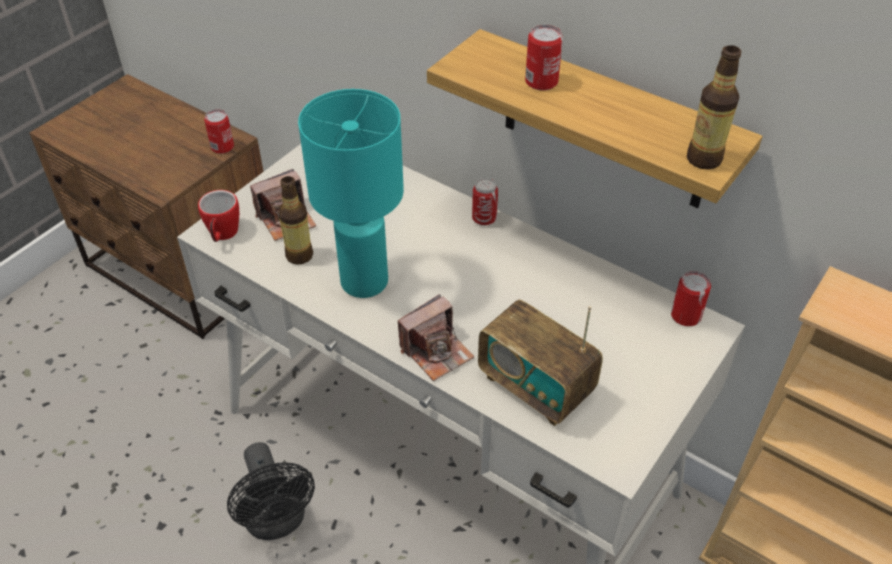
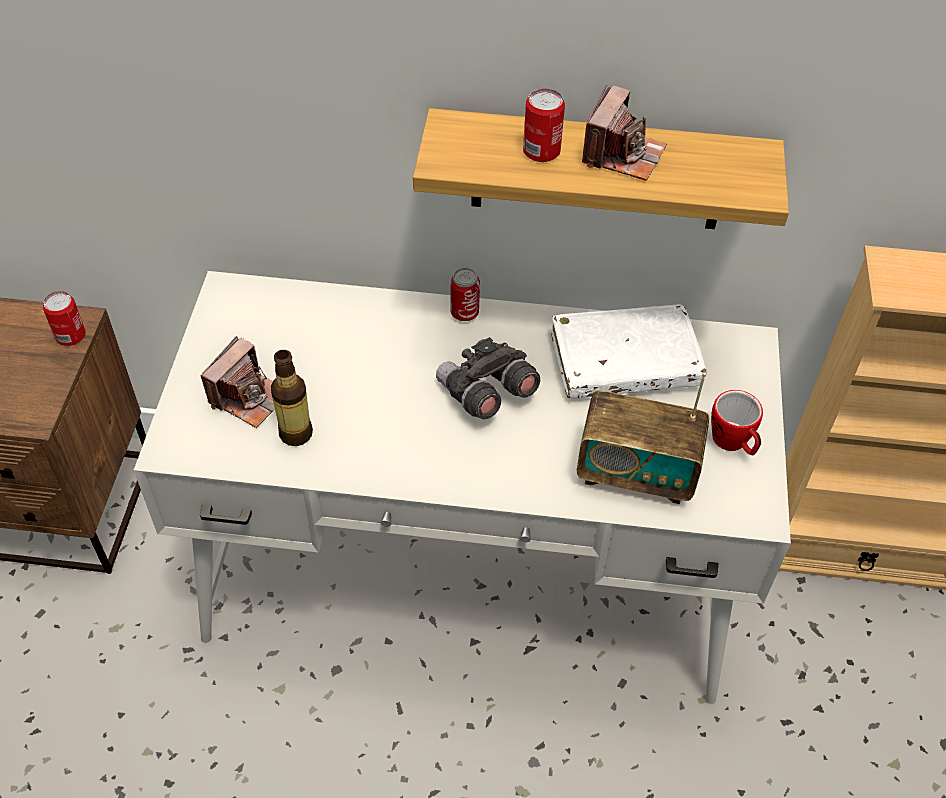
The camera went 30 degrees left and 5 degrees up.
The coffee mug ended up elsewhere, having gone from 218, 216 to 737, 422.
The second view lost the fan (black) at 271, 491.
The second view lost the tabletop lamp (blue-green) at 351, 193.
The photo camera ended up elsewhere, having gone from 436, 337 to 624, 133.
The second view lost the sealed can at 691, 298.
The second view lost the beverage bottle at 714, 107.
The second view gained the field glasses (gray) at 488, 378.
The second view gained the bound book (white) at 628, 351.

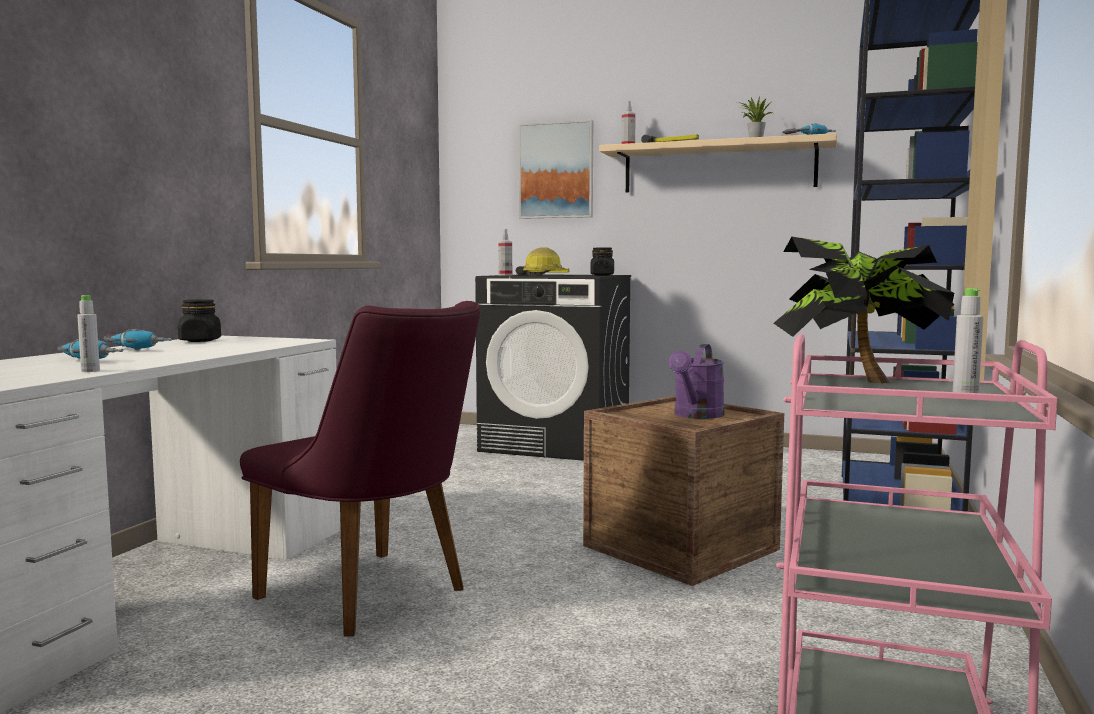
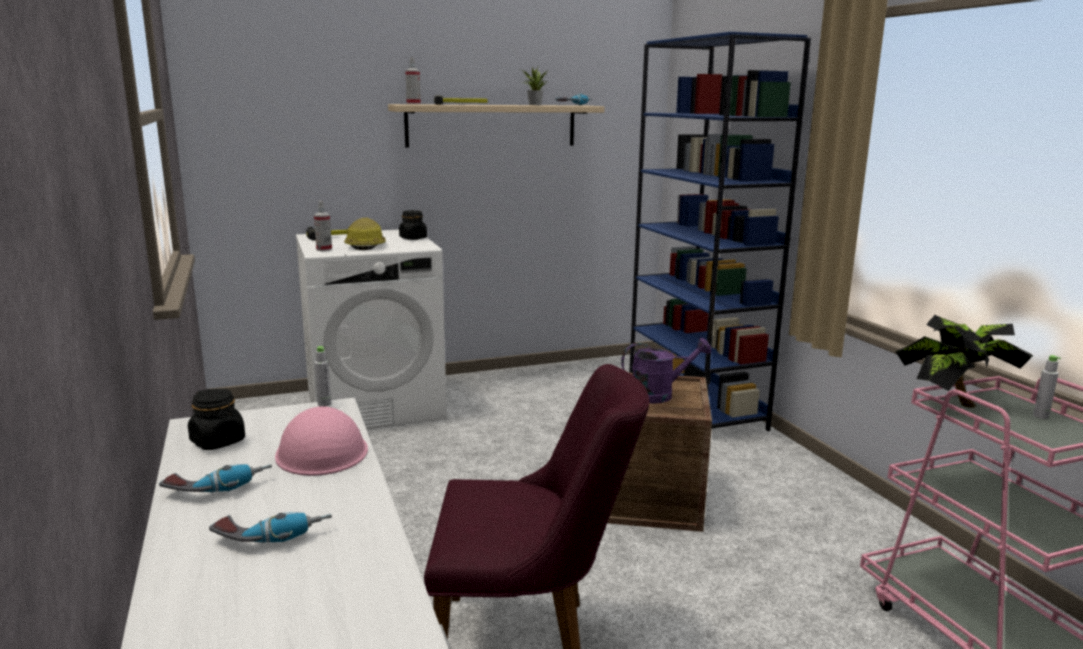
The camera went 40 degrees left and 10 degrees up.
The beverage bottle (gray) ended up elsewhere, having gone from 88, 333 to 323, 376.
What was the washing machine (black) at 553, 367 turned into the washing machine (white) at 371, 329.
The second view lost the wall picture at 556, 169.
The watering pot (purplish) at 696, 381 ended up facing another way, 90 degrees counterclockwise from before.
The second view gained the safety helmet (pinkish) at 321, 441.

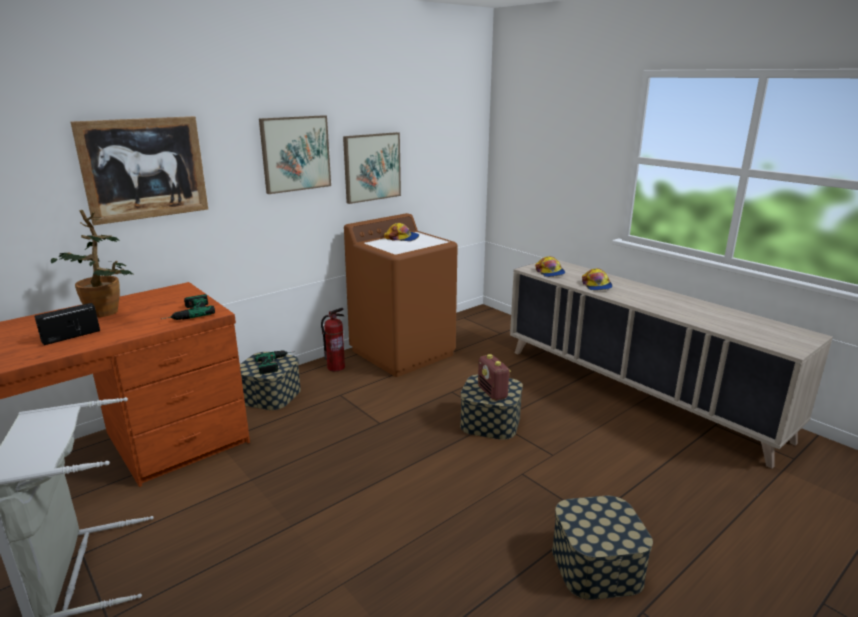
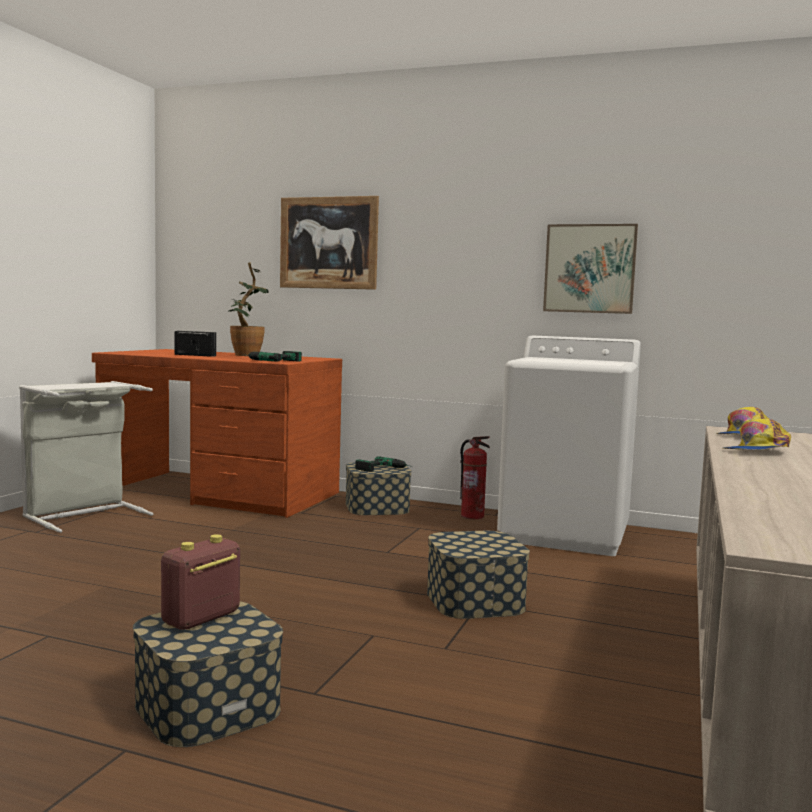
The camera went 60 degrees right and 15 degrees down.
The second view lost the wall picture at 295, 154.
What was the washing machine (brown) at 401, 295 turned into the washing machine (white) at 569, 446.
The second view lost the peaked cap at 401, 232.
The radio ended up elsewhere, having gone from 494, 377 to 200, 582.

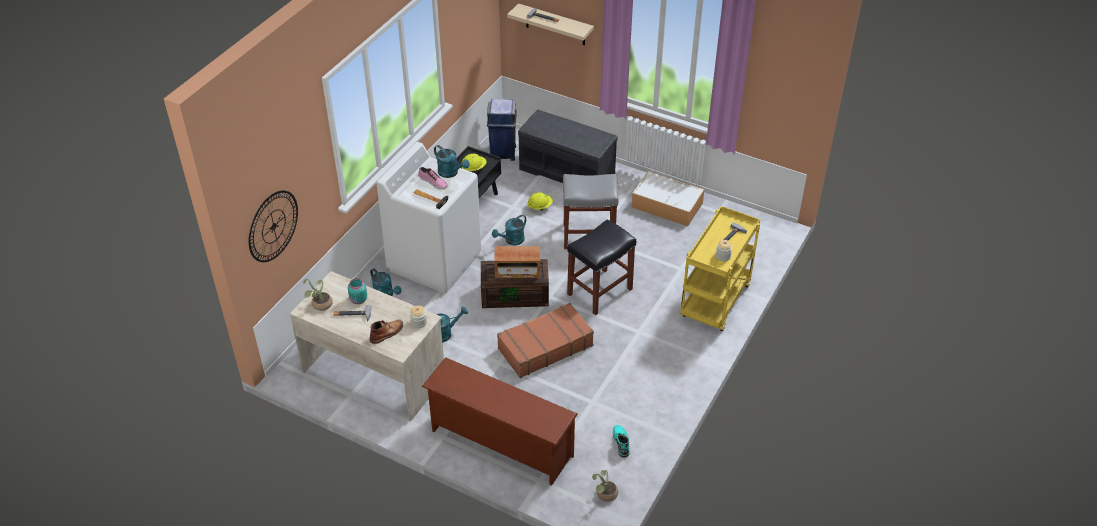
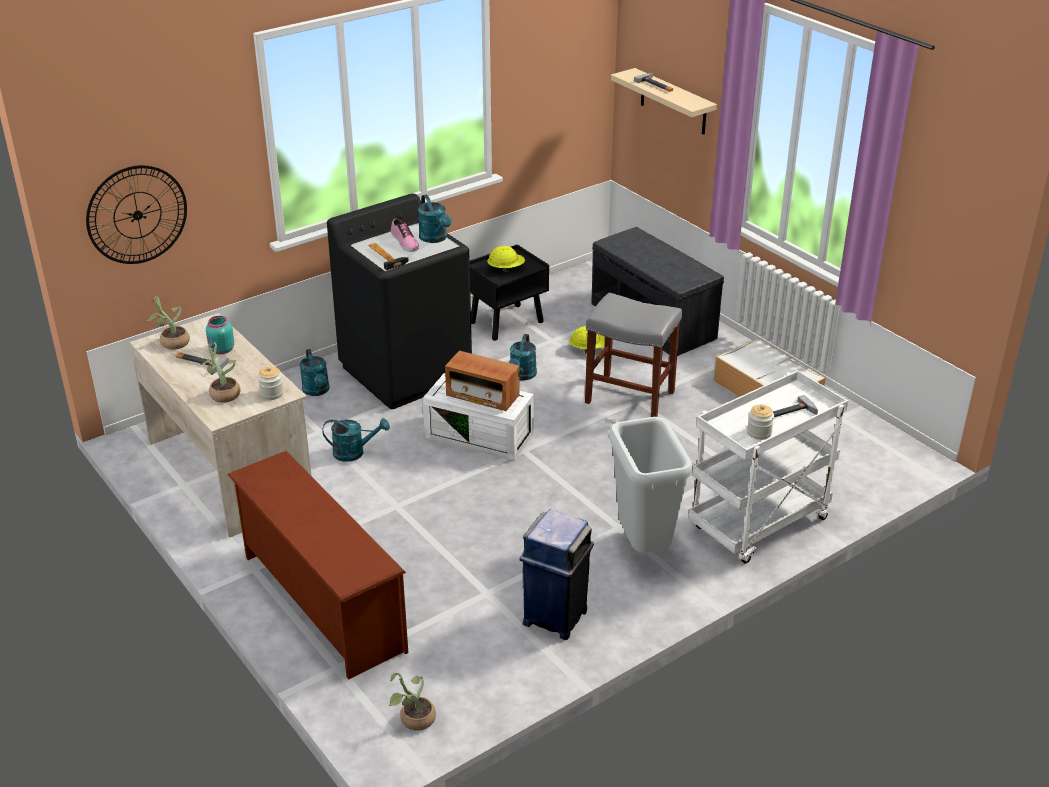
The camera went 25 degrees right and 10 degrees down.
Where the high-top boot (brown) stood at 386, 332, the plant in a pot came to stand at 220, 372.
What was the washing machine (white) at 429, 217 turned into the washing machine (black) at 399, 301.
What was the storage box (brown) at 515, 283 turned into the storage box (white) at 478, 417.
The waste bin (bluish) ended up elsewhere, having gone from 502, 130 to 557, 574.
The watering pot (blue-green) at 509, 230 ended up facing another way, 60 degrees counterclockwise from before.
The second view lost the piece of luggage (brown) at 545, 340.
The second view lost the stool seat (black) at 601, 267.
The second view lost the high-top boot (blue-green) at 621, 441.
What was the wheeled cart (yellow-coloured) at 720, 268 turned into the wheeled cart (white) at 768, 467.
The second view gained the waste bin (gray) at 650, 485.

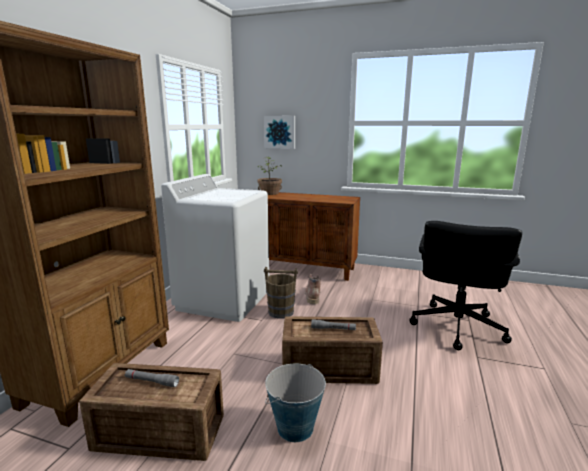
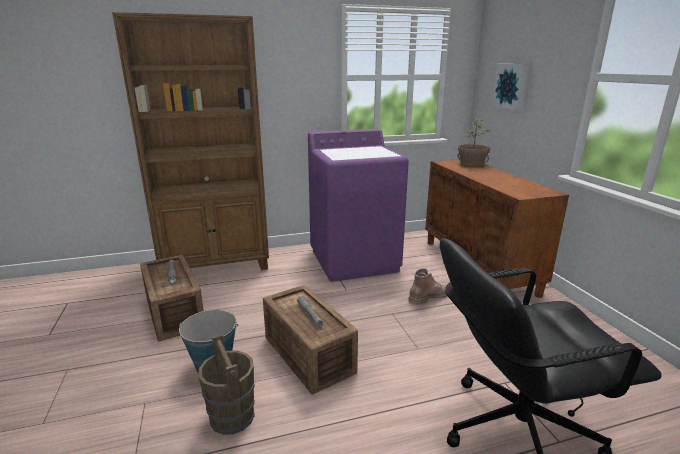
The camera went 55 degrees right and 5 degrees up.
What was the washing machine (white) at 215, 248 turned into the washing machine (purplish) at 358, 205.
The pail (brown) ended up elsewhere, having gone from 281, 293 to 226, 384.

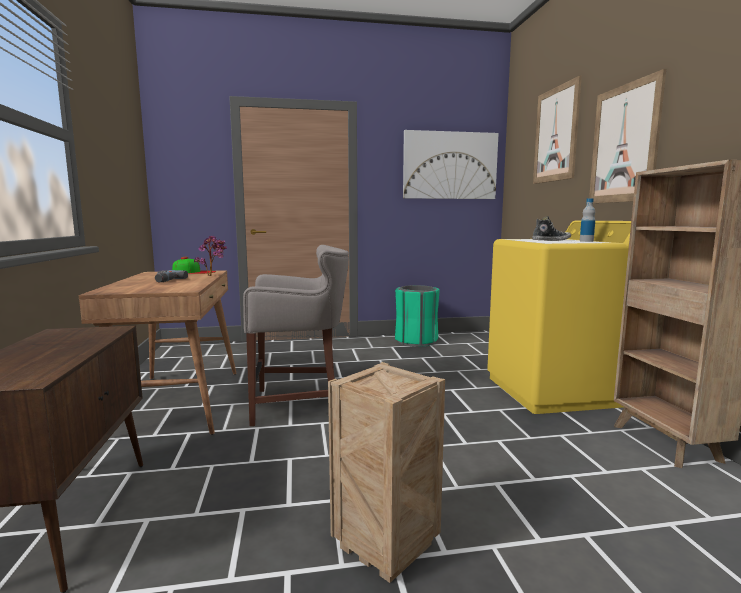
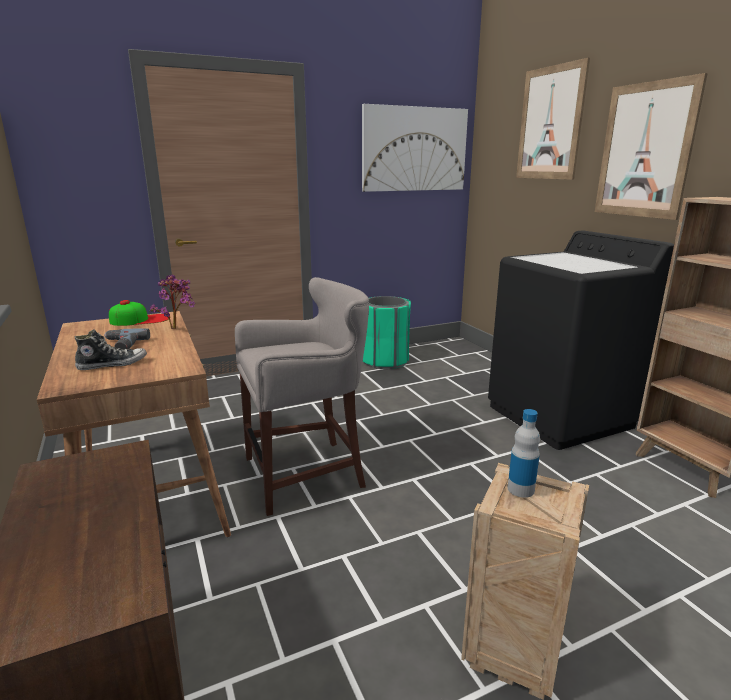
The camera went 15 degrees left and 10 degrees up.
What was the washing machine (yellow-coloured) at 559, 317 turned into the washing machine (black) at 581, 340.
The shoe ended up elsewhere, having gone from 551, 228 to 111, 349.
The beverage bottle ended up elsewhere, having gone from 587, 220 to 524, 453.

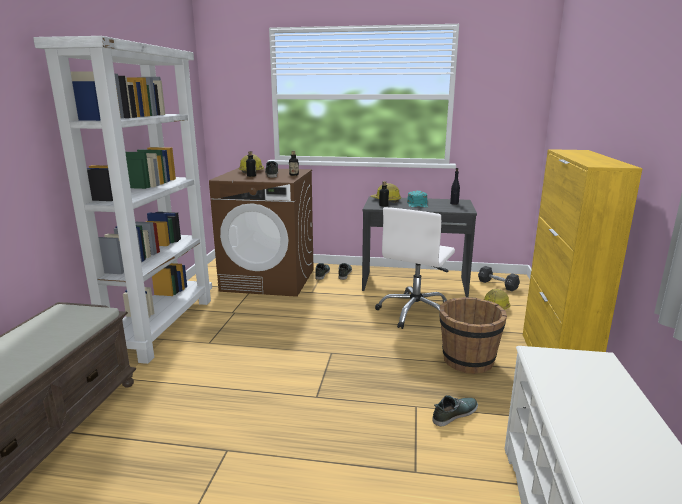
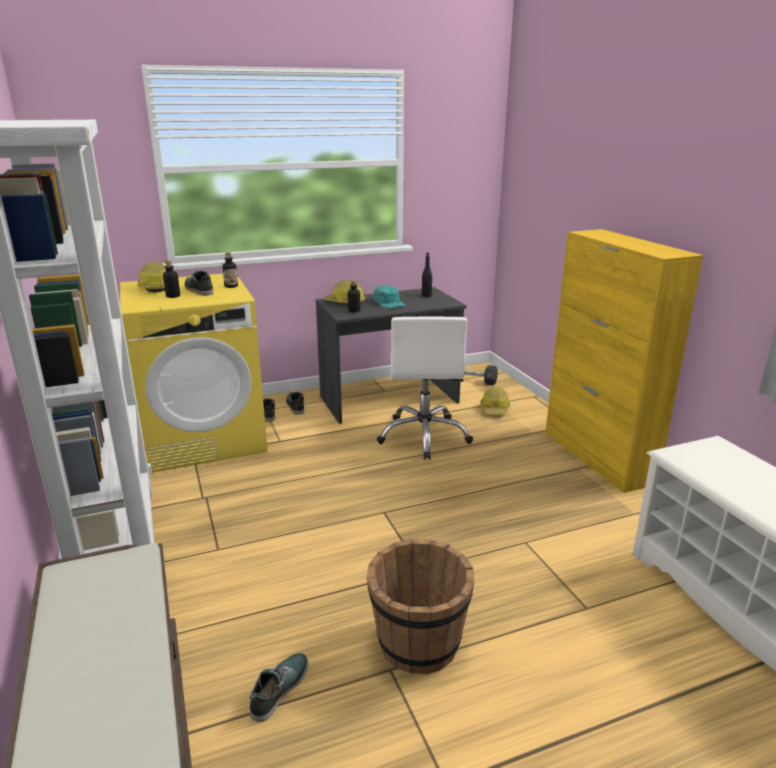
The camera went 30 degrees left and 5 degrees up.
What was the washing machine (brown) at 261, 232 turned into the washing machine (yellow-coloured) at 194, 373.
The shoe ended up elsewhere, having gone from 455, 410 to 279, 687.
The pail (brown) ended up elsewhere, having gone from 473, 335 to 420, 606.

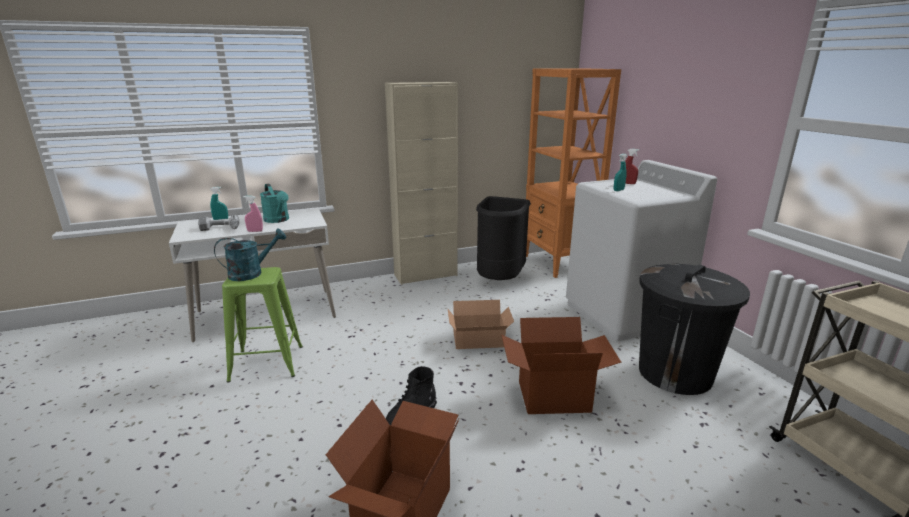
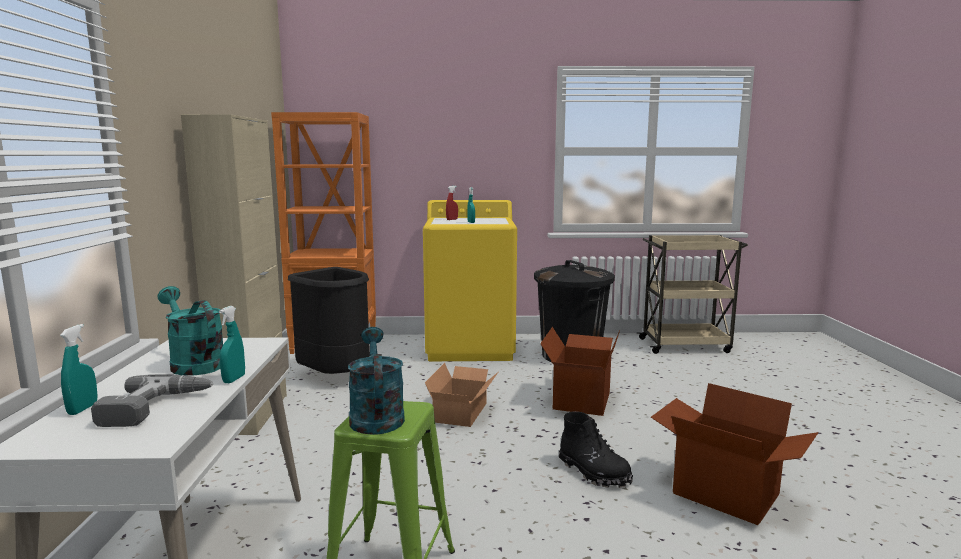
The camera went 70 degrees left and 10 degrees down.
What was the sprayer (pinkish) at 253, 214 turned into the sprayer (blue-green) at 232, 344.
The watering pot (blue-green) at 274, 203 ended up facing another way, 120 degrees counterclockwise from before.
What was the washing machine (white) at 641, 250 turned into the washing machine (yellow-coloured) at 470, 280.

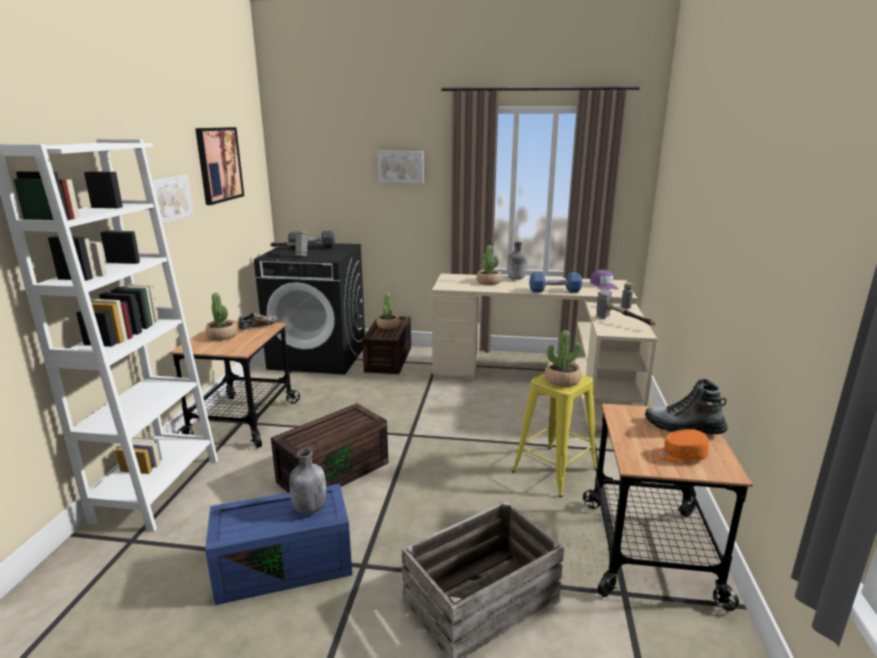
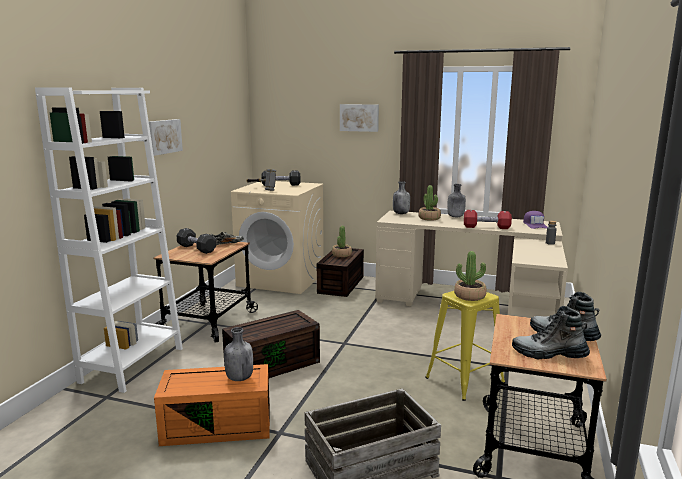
The camera went 10 degrees right and 5 degrees down.
The second view lost the wall picture at 219, 166.
Where the plant in a pot stood at 221, 316, the free weight (black) came to stand at 196, 241.
What was the storage box (bluish) at 278, 544 turned into the storage box (orange-coloured) at 212, 405.
What was the washing machine (black) at 309, 309 turned into the washing machine (beige) at 277, 237.
What was the free weight (bluish) at 555, 282 turned into the free weight (red-coloured) at 488, 219.
The second view lost the hammer at 625, 307.
Where the peaked cap (orange-coloured) stood at 681, 445, the high-top boot came to stand at 551, 333.
The second view gained the beverage bottle (gray) at 401, 197.

